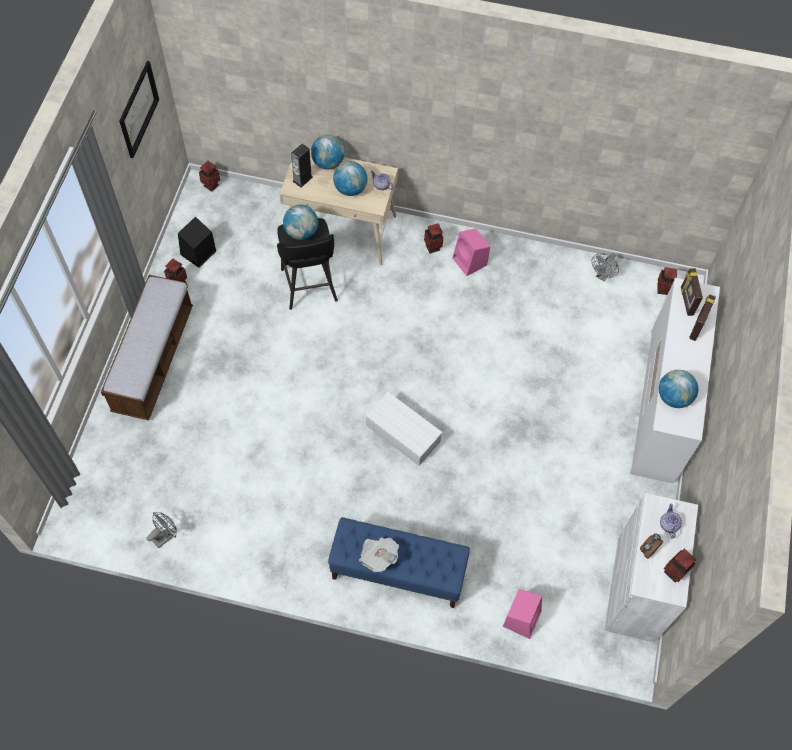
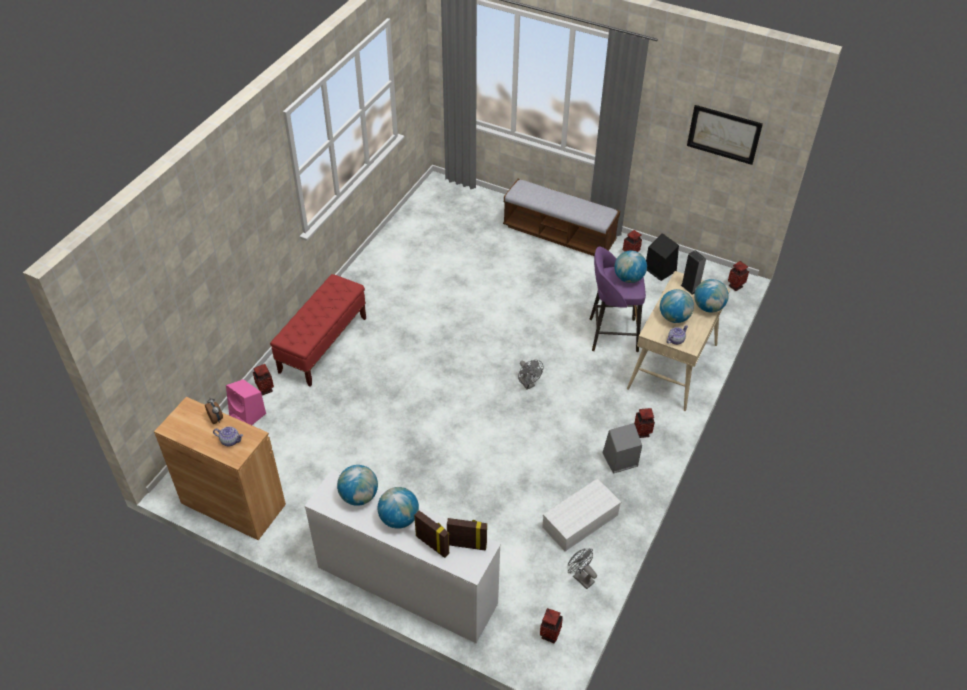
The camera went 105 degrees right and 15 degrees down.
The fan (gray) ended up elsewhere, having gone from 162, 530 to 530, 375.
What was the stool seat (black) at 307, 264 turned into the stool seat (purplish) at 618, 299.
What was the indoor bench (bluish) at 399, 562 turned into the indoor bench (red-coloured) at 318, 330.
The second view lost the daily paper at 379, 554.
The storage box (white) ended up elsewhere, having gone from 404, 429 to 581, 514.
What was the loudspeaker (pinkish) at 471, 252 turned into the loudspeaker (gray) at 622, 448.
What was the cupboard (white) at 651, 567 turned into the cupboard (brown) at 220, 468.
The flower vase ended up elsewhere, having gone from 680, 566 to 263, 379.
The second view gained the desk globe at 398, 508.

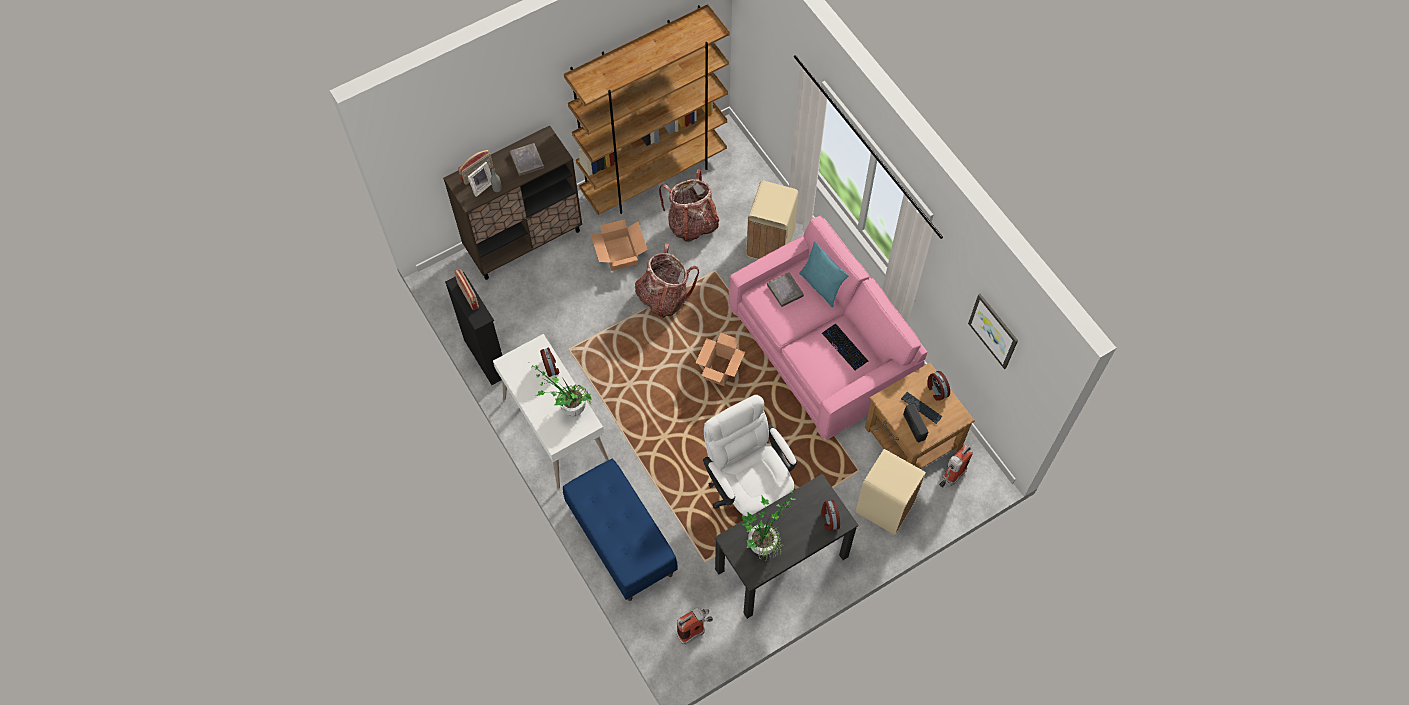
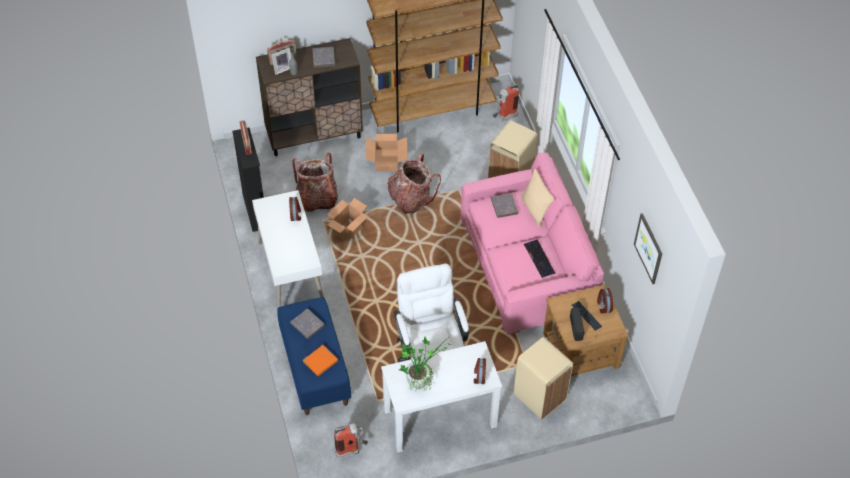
The camera went 15 degrees right and 10 degrees down.
The second view lost the plant in a pot at 561, 390.
The rucksack ended up elsewhere, having gone from 689, 205 to 315, 182.
The cardboard box ended up elsewhere, having gone from 720, 359 to 347, 220.
What was the desk (black) at 786, 546 turned into the desk (white) at 441, 397.
What was the throw pillow (blue-green) at 824, 274 turned into the throw pillow (beige) at 537, 198.
The extinguisher ended up elsewhere, having gone from 956, 466 to 506, 103.
The second view gained the bound book (gray) at 307, 323.
The second view gained the bound book (orange-coloured) at 320, 360.

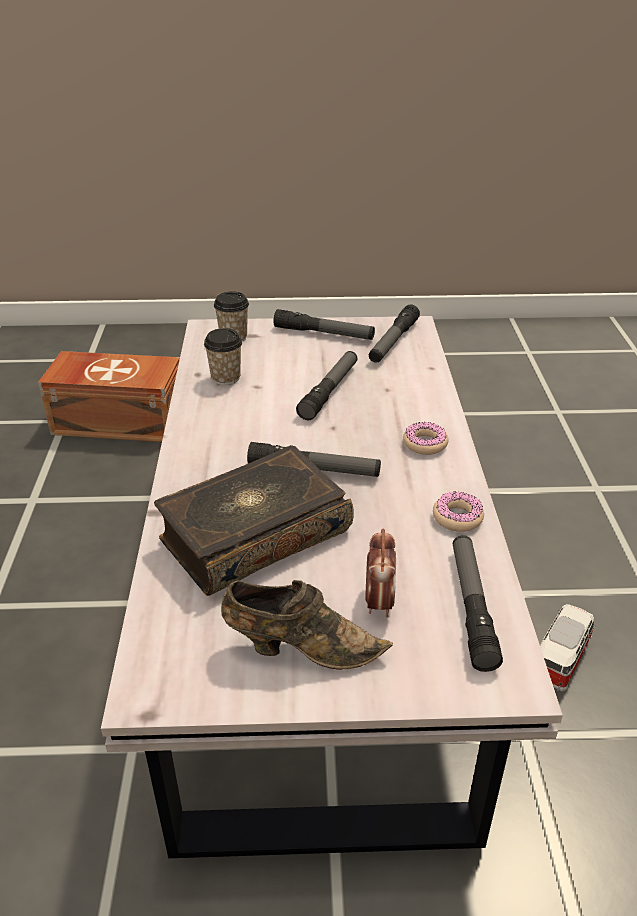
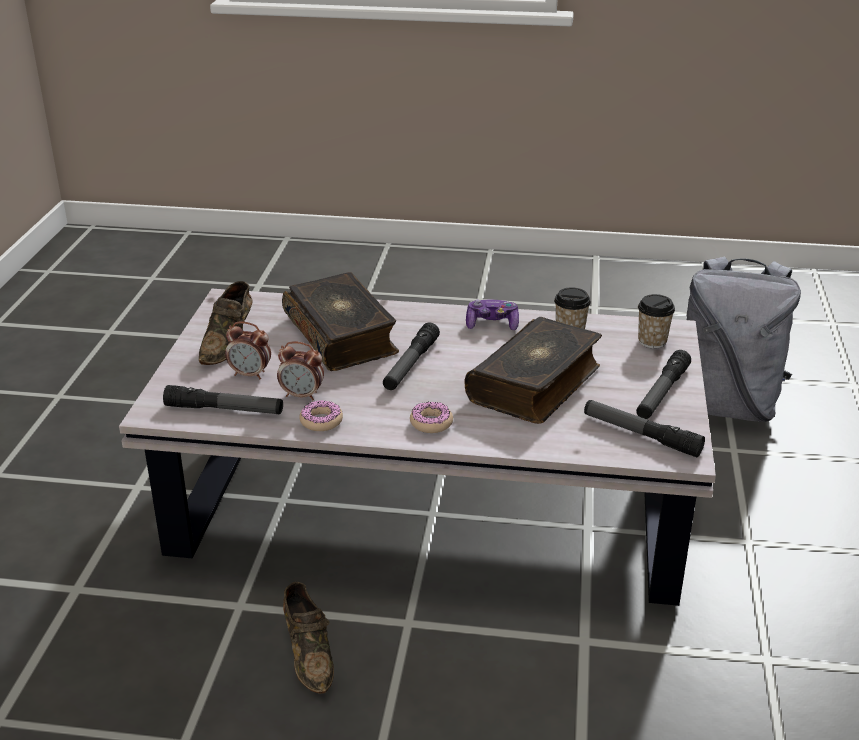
The camera went 100 degrees right and 5 degrees down.
Where the storage box (brown) stood at 109, 396, the rucksack (gray) came to stand at 744, 339.
Where the flashlight stood at 326, 385, the bound book came to stand at 533, 370.
Where the toy car stood at 568, 647, the shoe (brown) came to stand at 308, 638.
The second view gained the bedside clock at 300, 370.
The second view gained the game controller at 492, 315.

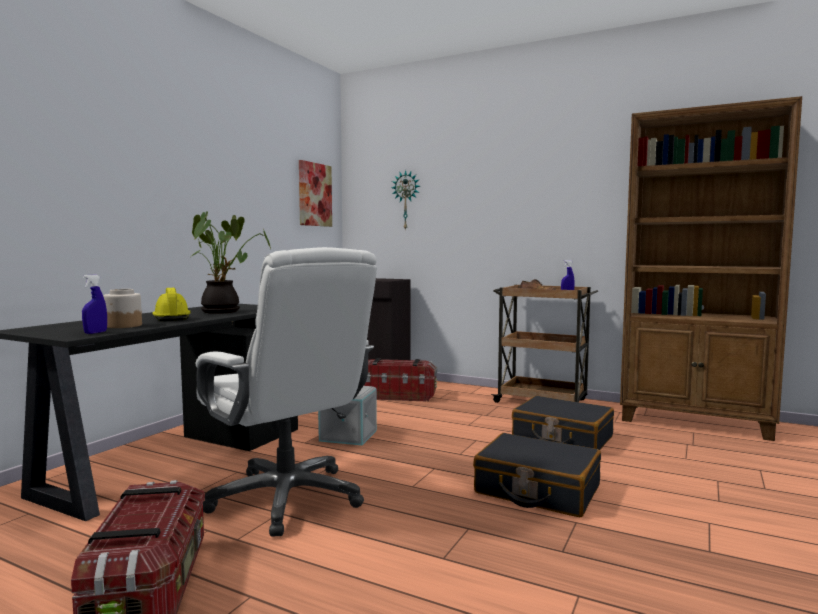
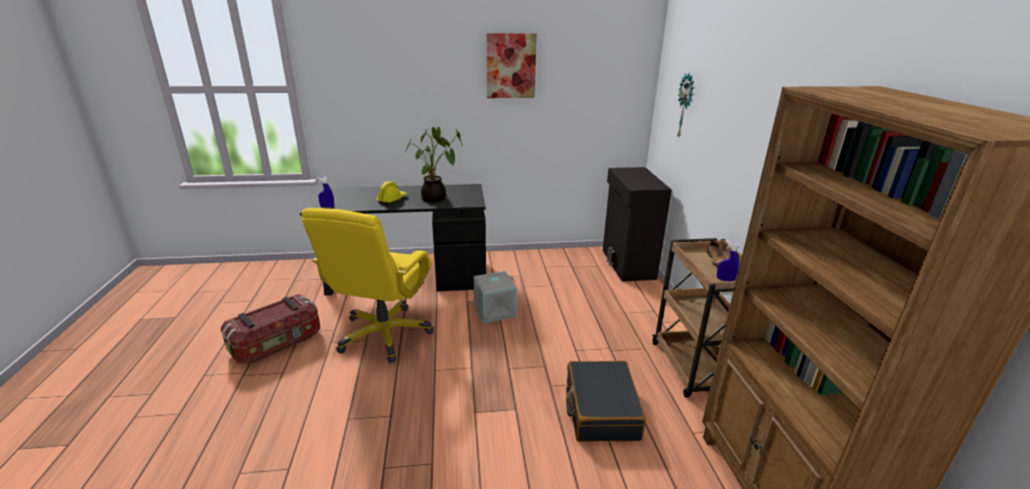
The camera went 55 degrees right and 20 degrees up.
The second view lost the preserve jar at 122, 308.
What was the computer chair (white) at 286, 392 turned into the computer chair (yellow-coloured) at 367, 285.
The wall picture ended up elsewhere, having gone from 315, 193 to 512, 65.
The second view lost the storage box at 400, 380.
The second view lost the piece of luggage (black) at 537, 475.

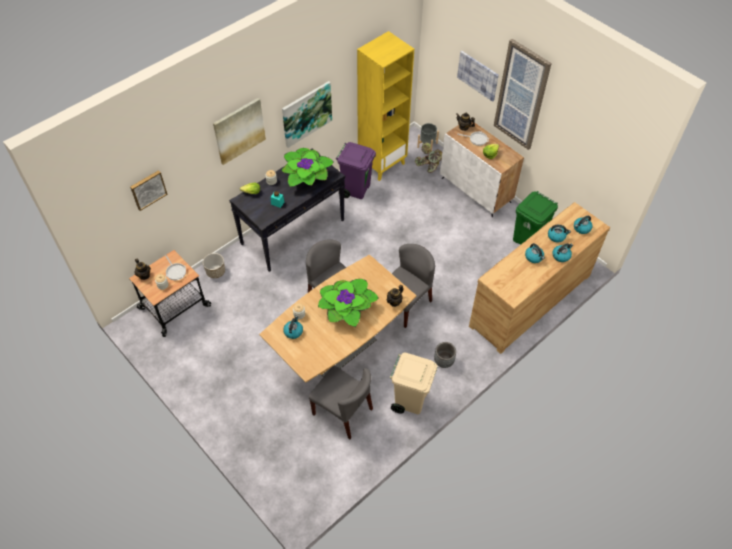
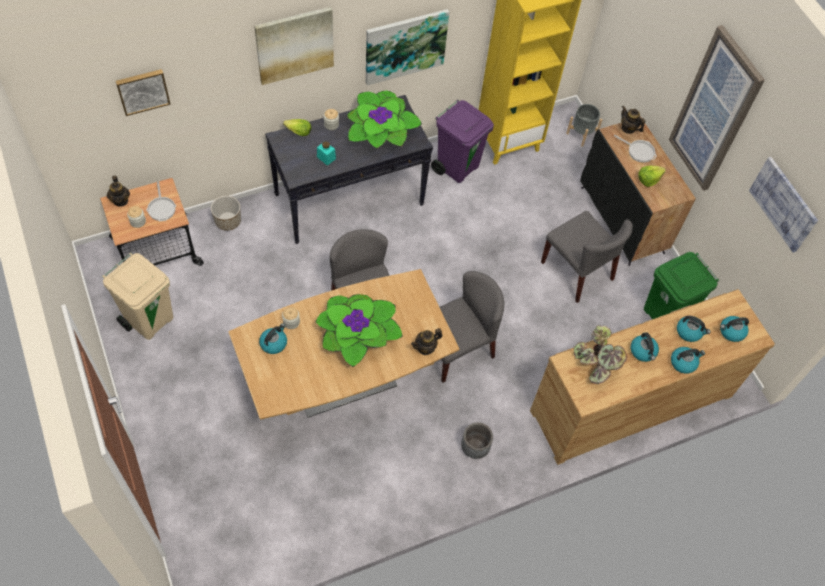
The camera went 15 degrees right and 5 degrees up.
The plain chair (gray) ended up elsewhere, having gone from 341, 402 to 587, 257.
The waste bin (beige) ended up elsewhere, having gone from 414, 383 to 137, 296.
The plant in a pot ended up elsewhere, having gone from 428, 157 to 600, 354.
What was the cupboard (white) at 482, 169 turned into the cupboard (black) at 638, 191.
The wall picture ended up elsewhere, having gone from 478, 76 to 783, 205.

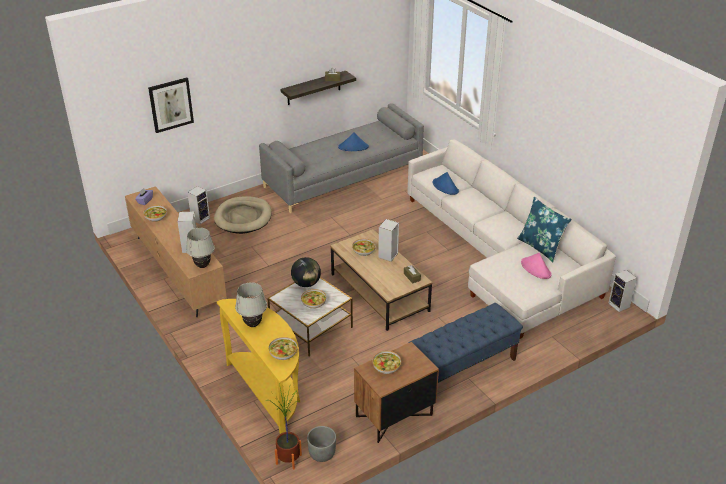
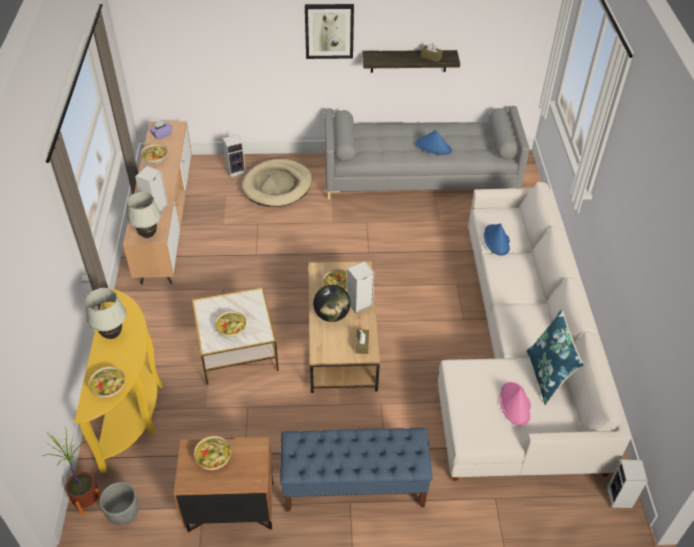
The camera went 30 degrees right and 10 degrees up.
The wall picture ended up elsewhere, having gone from 171, 105 to 329, 31.
The desk globe ended up elsewhere, having gone from 306, 272 to 332, 303.

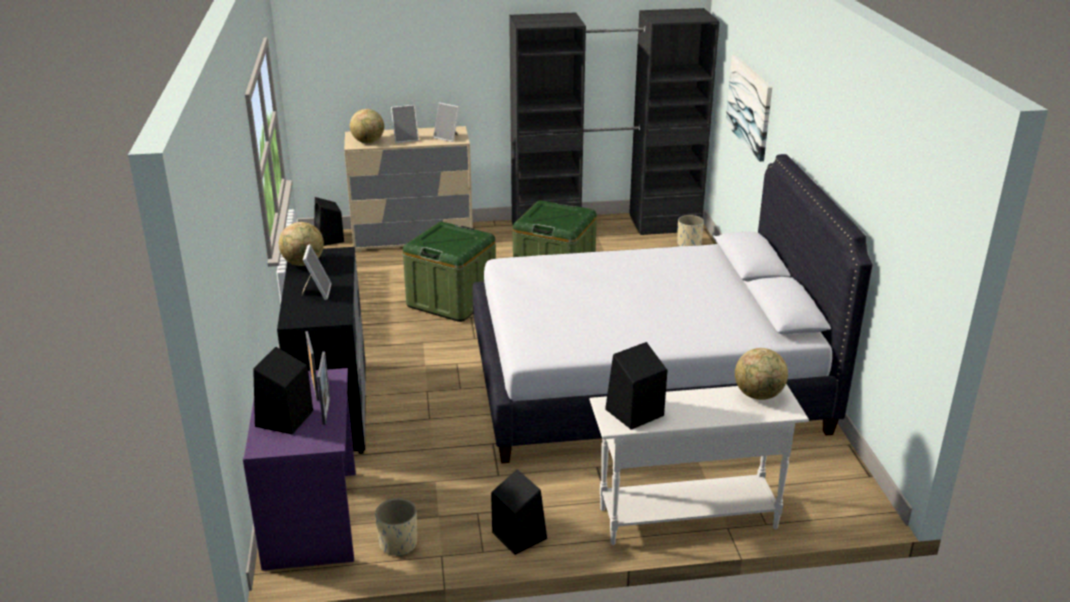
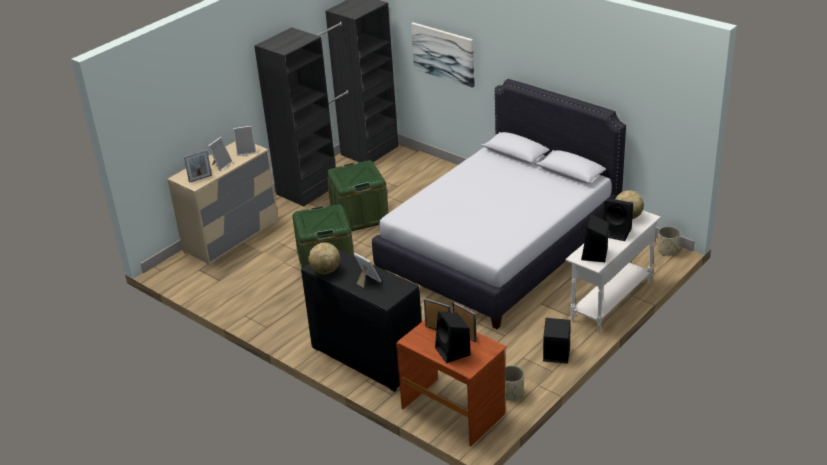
The camera went 40 degrees left and 5 degrees up.
What was the desk (purplish) at 299, 469 turned into the desk (brown) at 451, 383.
The loudspeaker (black) ended up elsewhere, having gone from 329, 221 to 618, 220.
Where the desk globe stood at 367, 126, the picture frame came to stand at 198, 166.
The flower pot (beige) ended up elsewhere, having gone from 690, 230 to 668, 241.

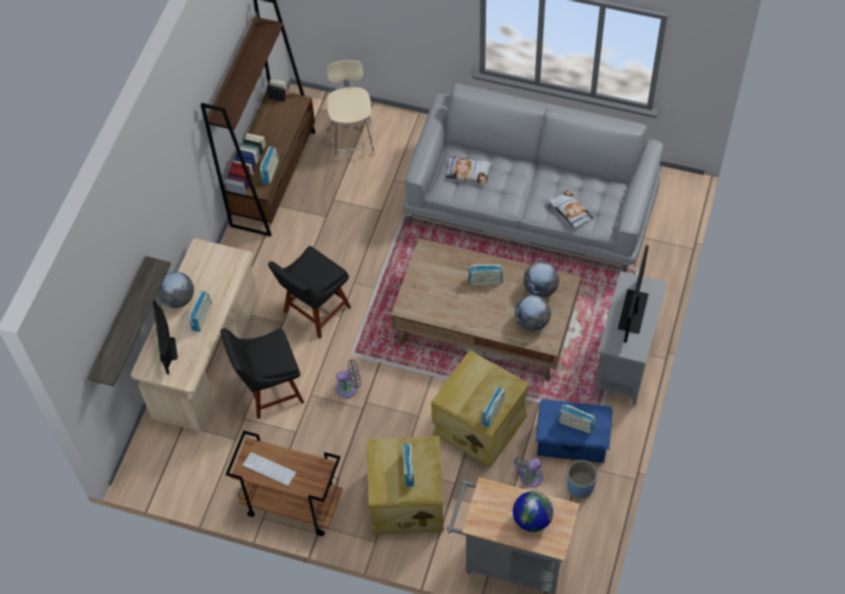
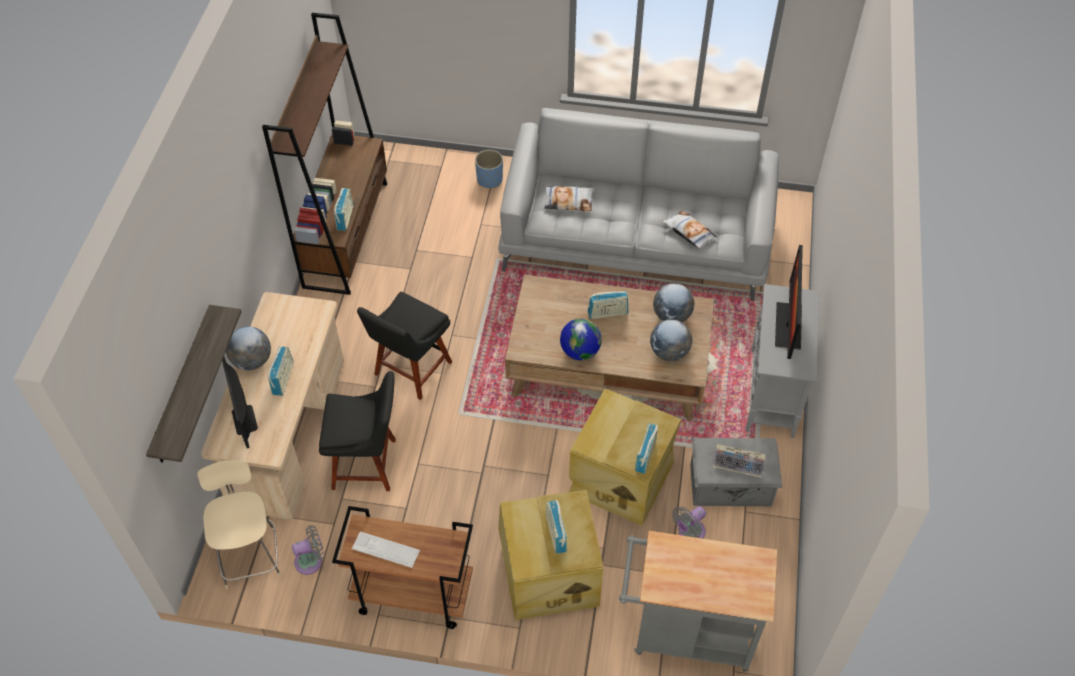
The camera went 10 degrees left and 5 degrees down.
The plain chair (black) at 262, 373 ended up facing another way, 150 degrees counterclockwise from before.
The plain chair (beige) ended up elsewhere, having gone from 351, 109 to 239, 524.
The fan (gray) ended up elsewhere, having gone from 348, 378 to 308, 550.
The desk globe ended up elsewhere, having gone from 533, 511 to 581, 339.
What was the storage box (bluish) at 574, 431 turned into the storage box (gray) at 736, 472.
Where the radio stood at 576, 419, the keyboard came to stand at 739, 460.
The flower pot (bluish) ended up elsewhere, having gone from 582, 479 to 489, 169.

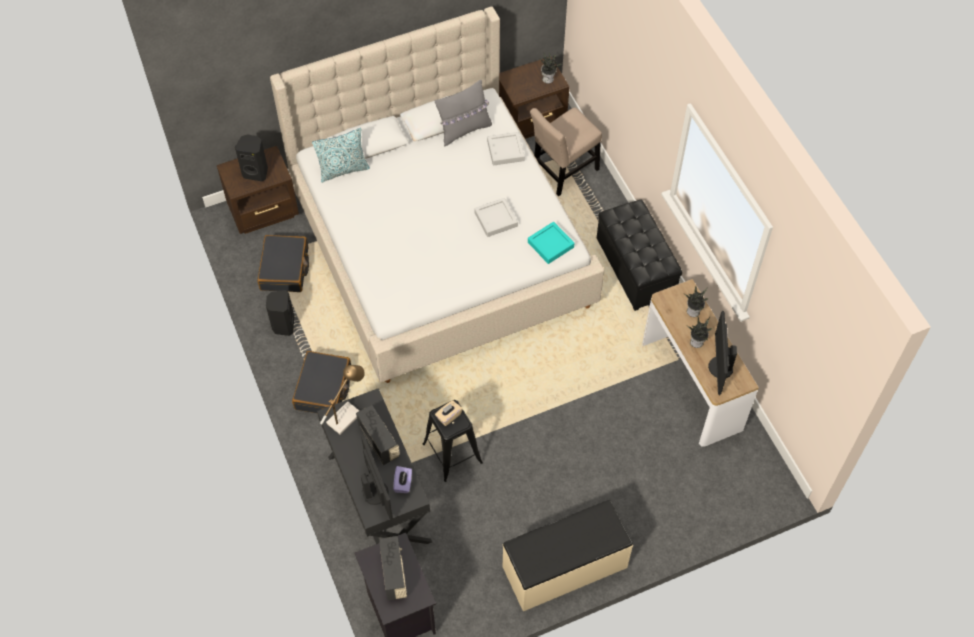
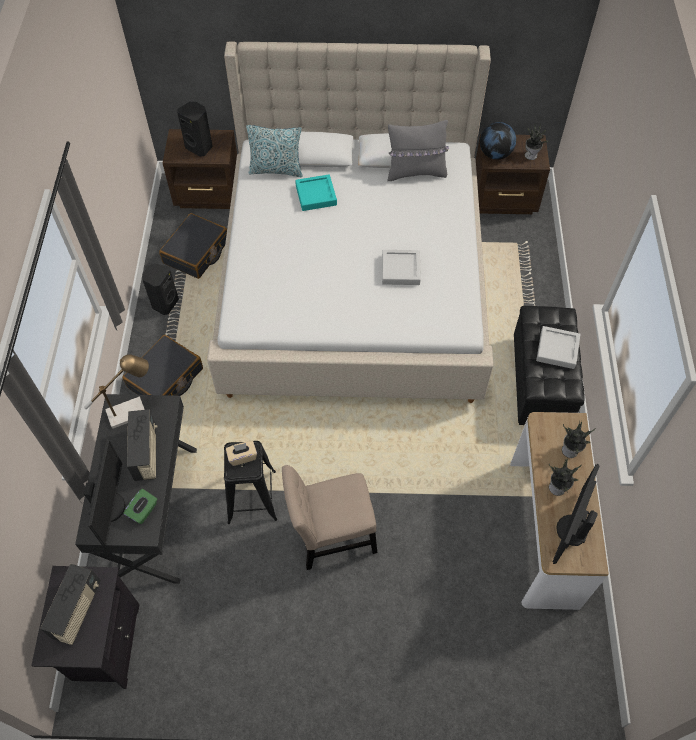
The camera went 25 degrees right and 0 degrees up.
What was the box of tissues (purplish) at 402, 479 turned into the box of tissues (green) at 140, 506.
The tray (gray) ended up elsewhere, having gone from 506, 149 to 558, 347.
The second view lost the indoor bench (beige) at 568, 555.
The tray (blue-green) ended up elsewhere, having gone from 551, 243 to 316, 192.
The plain chair (beige) ended up elsewhere, having gone from 566, 152 to 329, 517.
The second view gained the desk globe at 498, 141.

